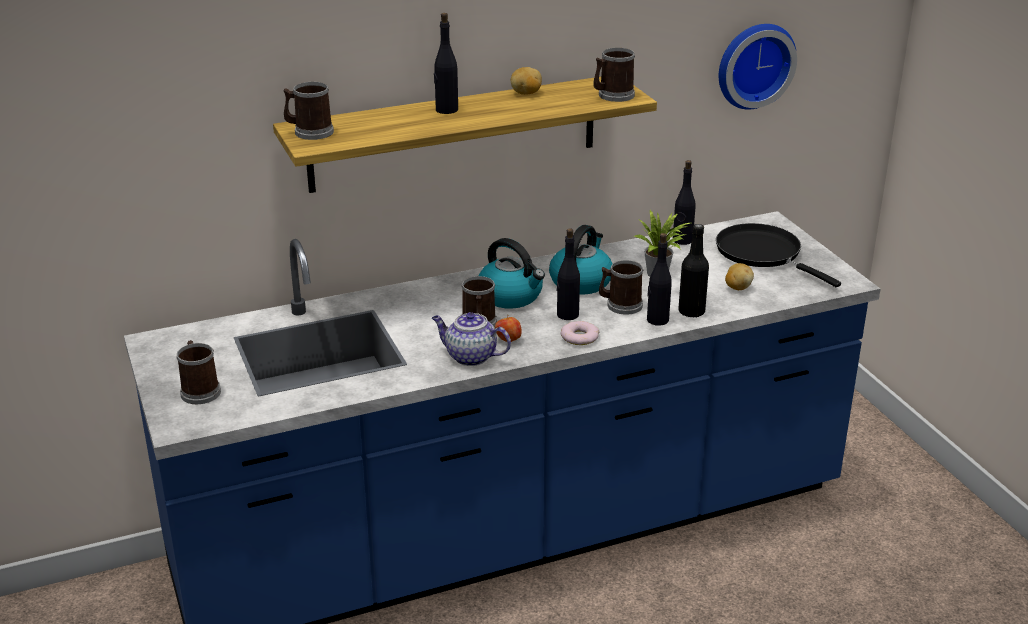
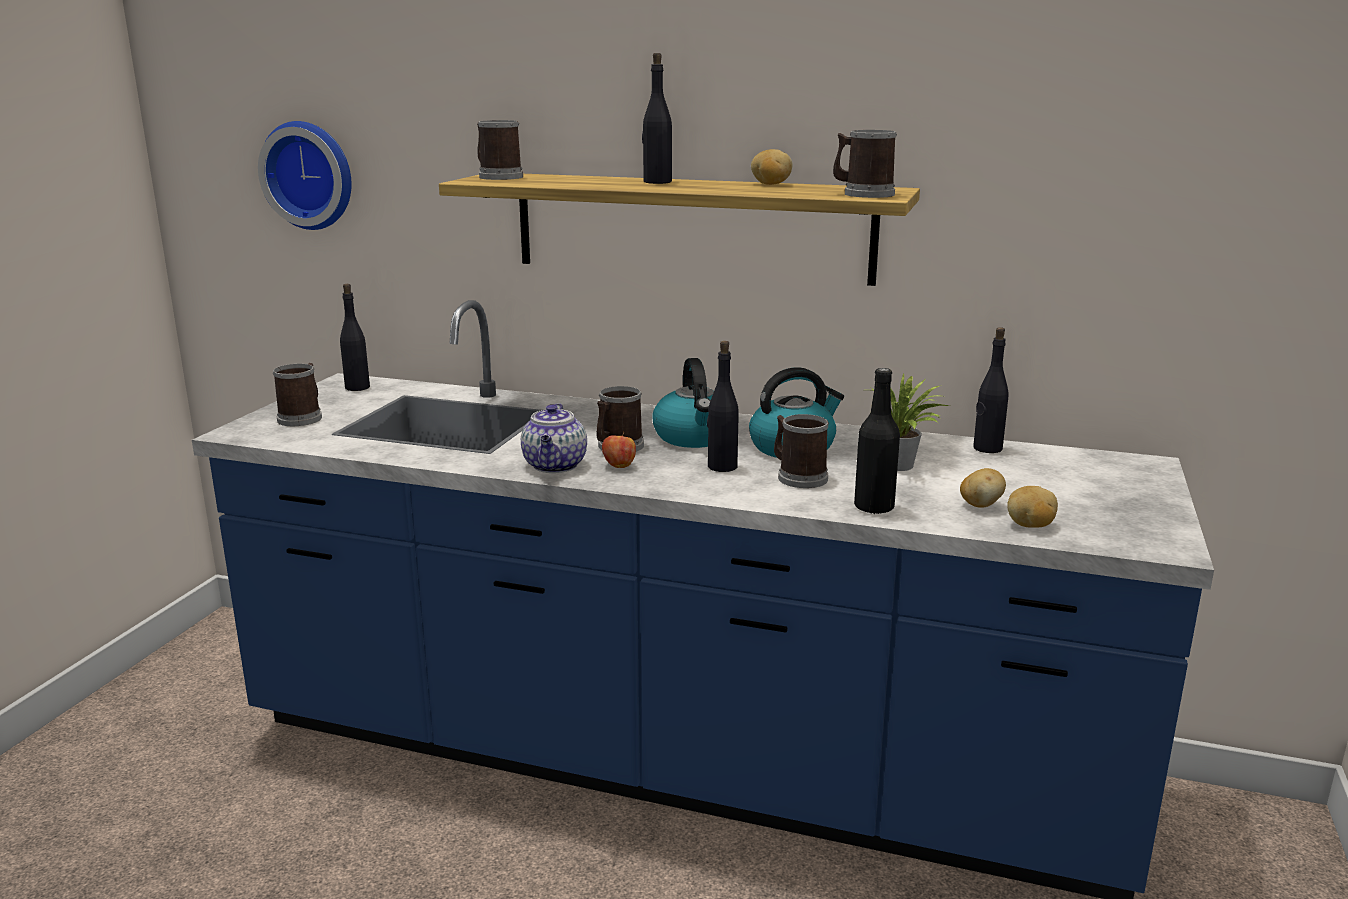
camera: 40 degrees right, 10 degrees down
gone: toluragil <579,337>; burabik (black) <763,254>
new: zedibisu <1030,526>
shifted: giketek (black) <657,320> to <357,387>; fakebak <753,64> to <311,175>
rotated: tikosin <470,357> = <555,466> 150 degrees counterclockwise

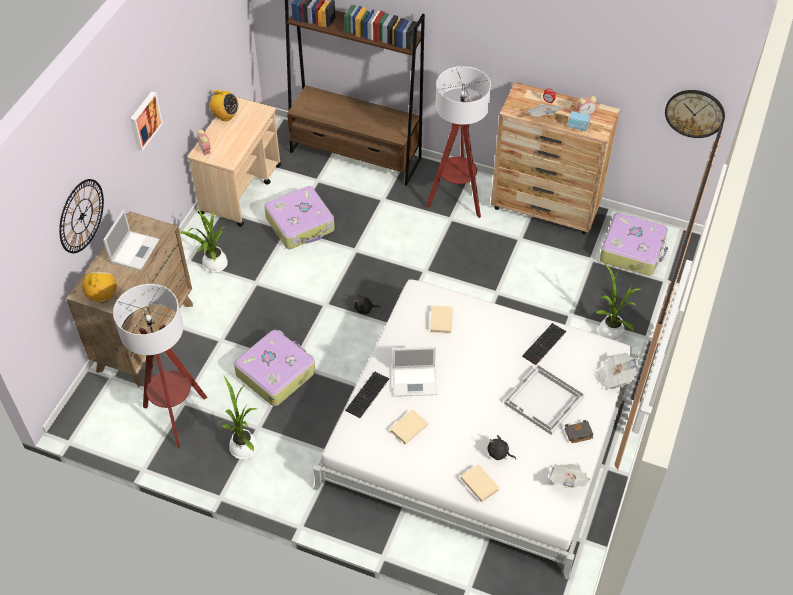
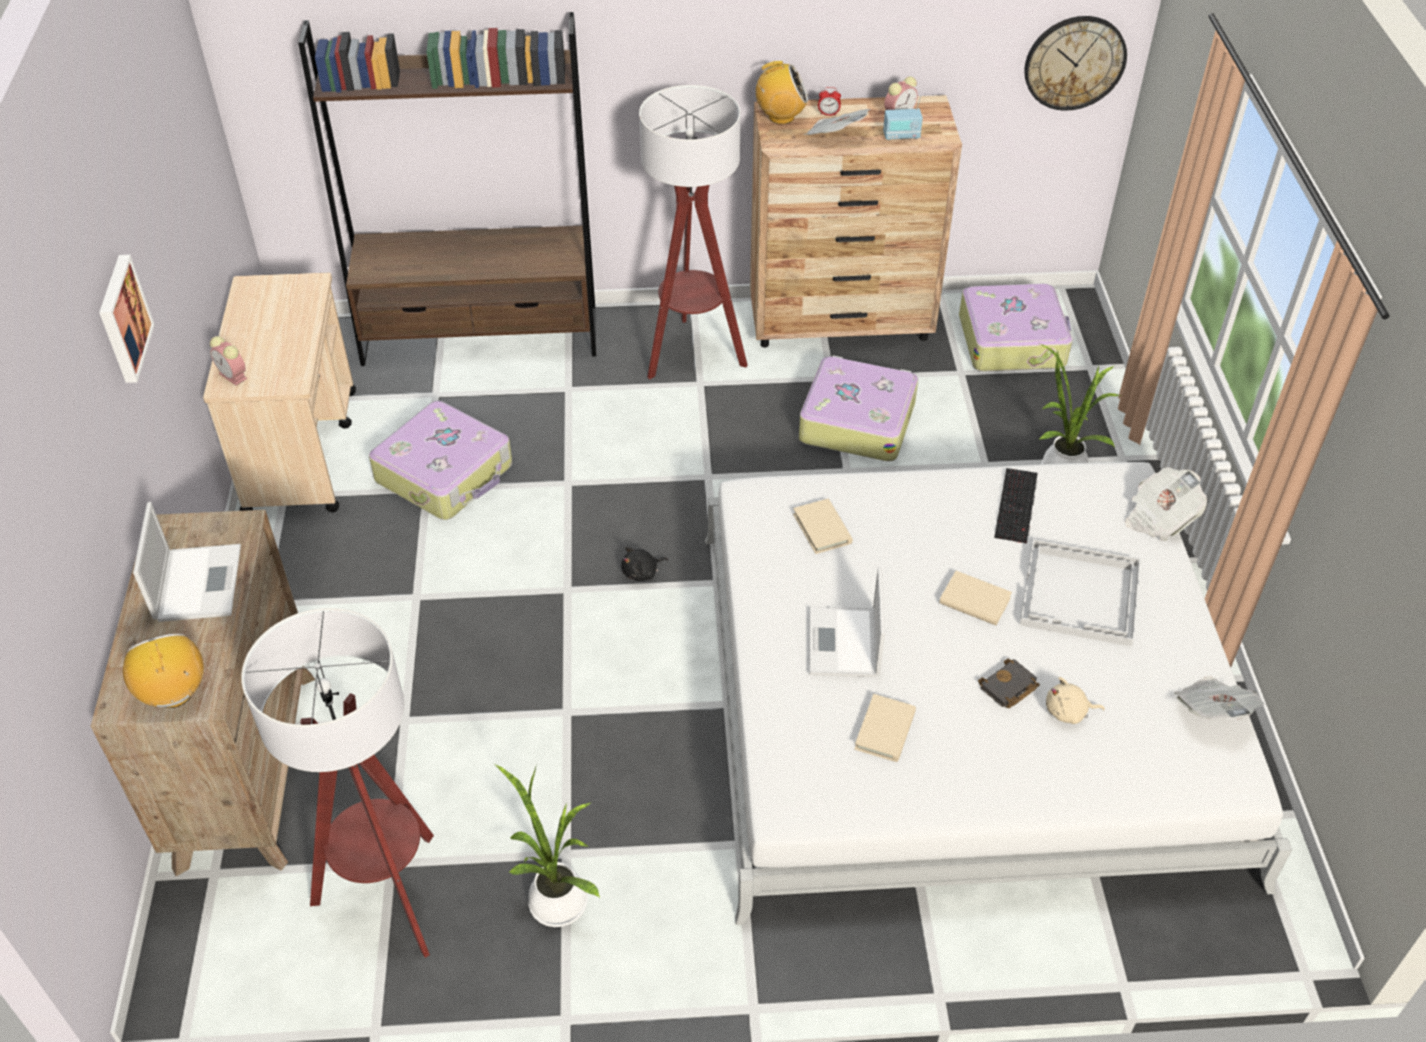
camera: 25 degrees left, 5 degrees down
gone: fakebak <81,216>; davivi <213,265>; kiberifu <367,395>
shifted: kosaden <225,116> to <781,117>; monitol <276,373> to <856,421>; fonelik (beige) <479,484> to <974,601>; fonelik (black) <578,434> to <1008,688>
repainted: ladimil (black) <499,453> to ladimil (beige) <1068,712>
rotated: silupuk <415,381> = <844,644> 120 degrees clockwise

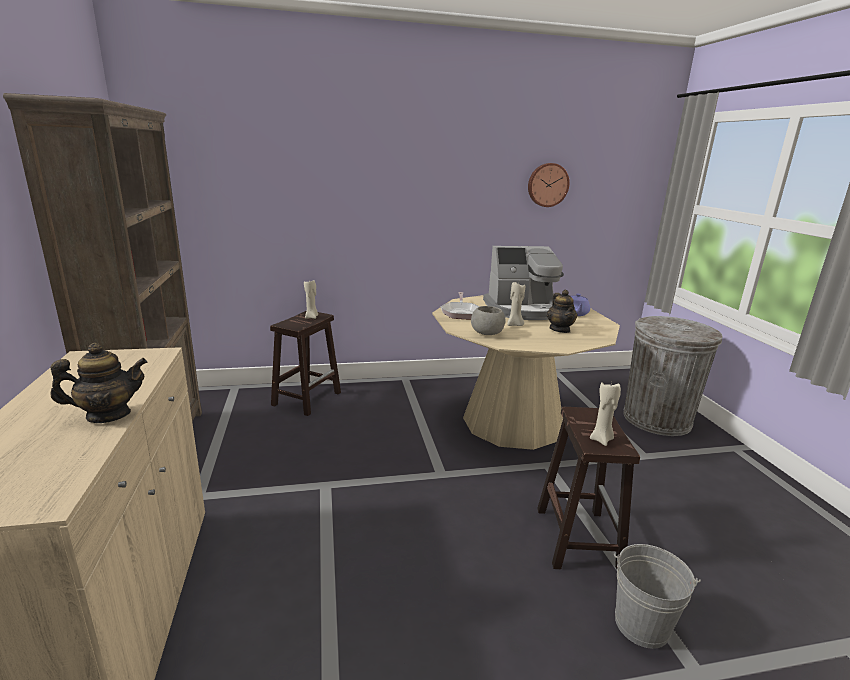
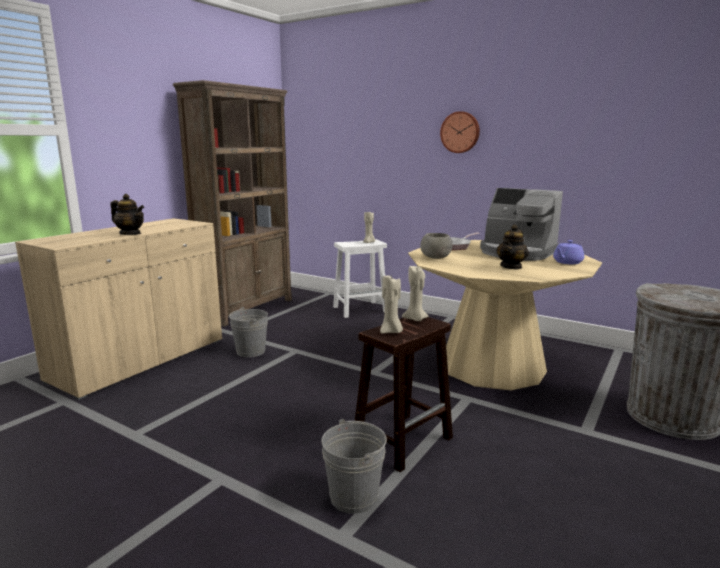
camera: 45 degrees right, 5 degrees down
new: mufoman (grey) <250,351>
shifted: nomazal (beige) <514,325> to <415,319>; fakebak <547,185> to <460,132>
repainted: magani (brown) <307,398> to magani (white) <361,309>

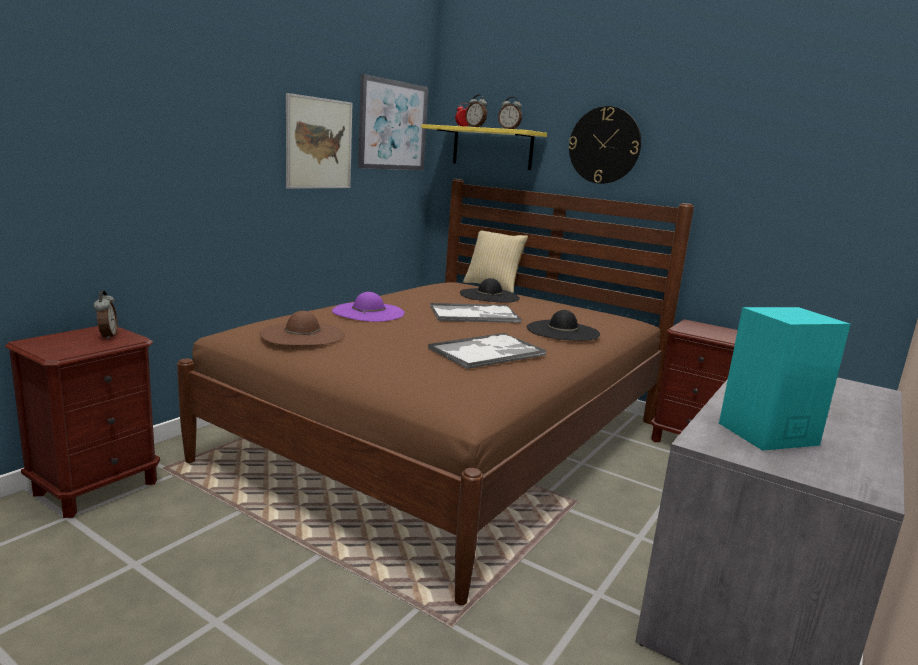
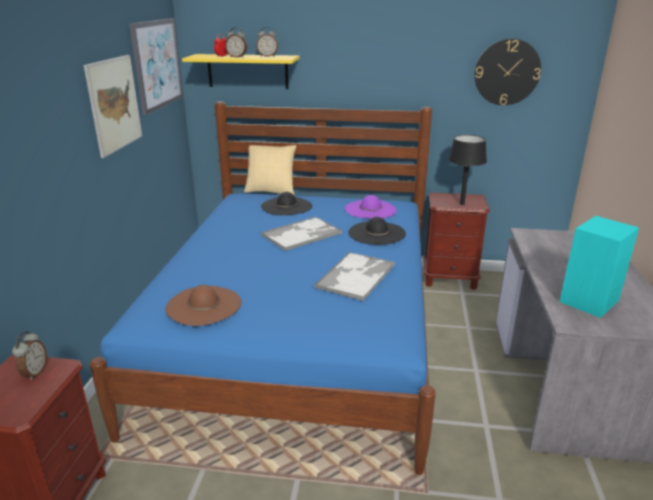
camera: 25 degrees left, 10 degrees up
new: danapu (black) <462,204>
shifted: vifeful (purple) <368,312> to <370,209>; fakebak <604,145> to <507,72>
repainted: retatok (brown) <449,439> to retatok (blue) <299,335>
rotated: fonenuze <107,336> = <34,372> 45 degrees clockwise

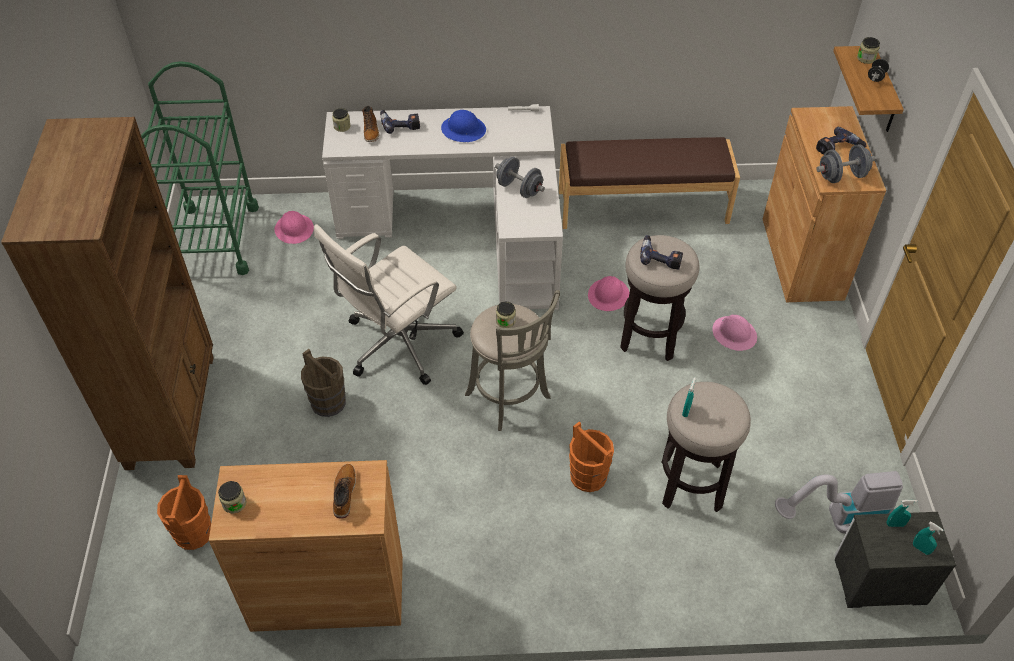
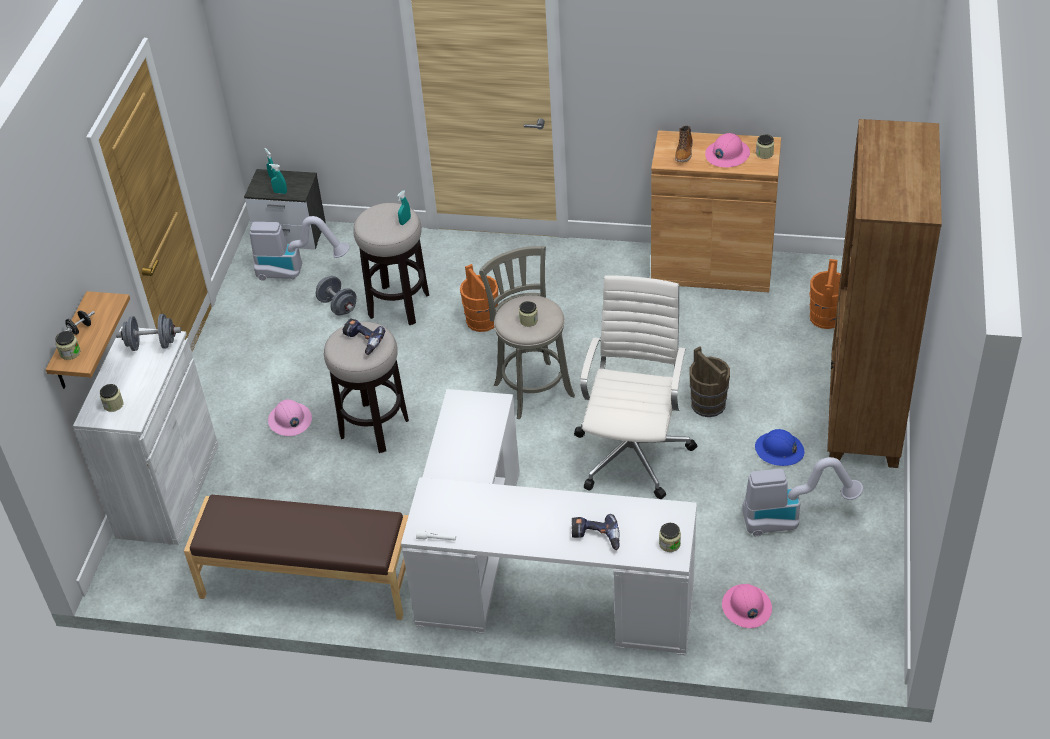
camera: 165 degrees left, 5 degrees down
gone: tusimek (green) <215,240>; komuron <371,131>; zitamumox <838,149>
new: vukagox <113,405>; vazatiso <790,518>
shifted: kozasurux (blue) <463,130> to <779,450>; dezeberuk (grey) <519,189> to <338,306>; kozasurux (pink) <608,295> to <727,154>
repainted: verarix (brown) <802,258> to verarix (white) <168,490>
rotated: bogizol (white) <398,344> = <633,451> 45 degrees counterclockwise

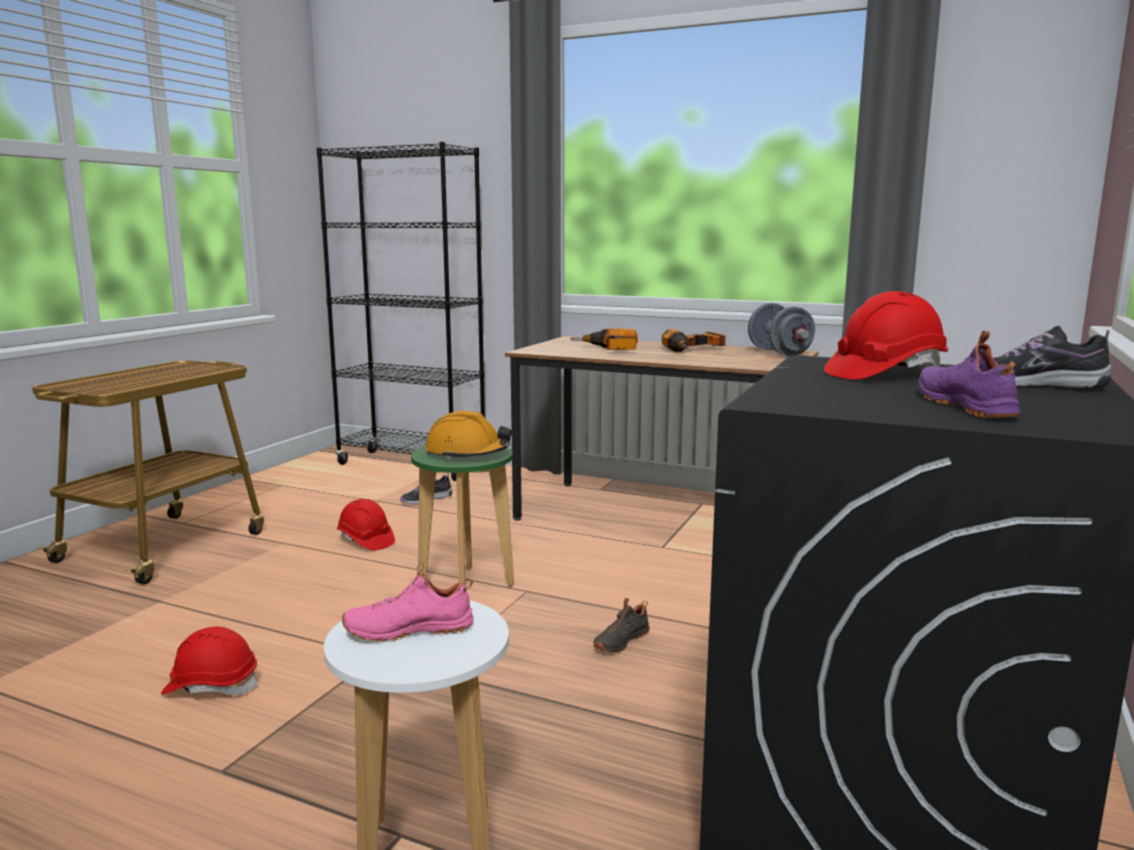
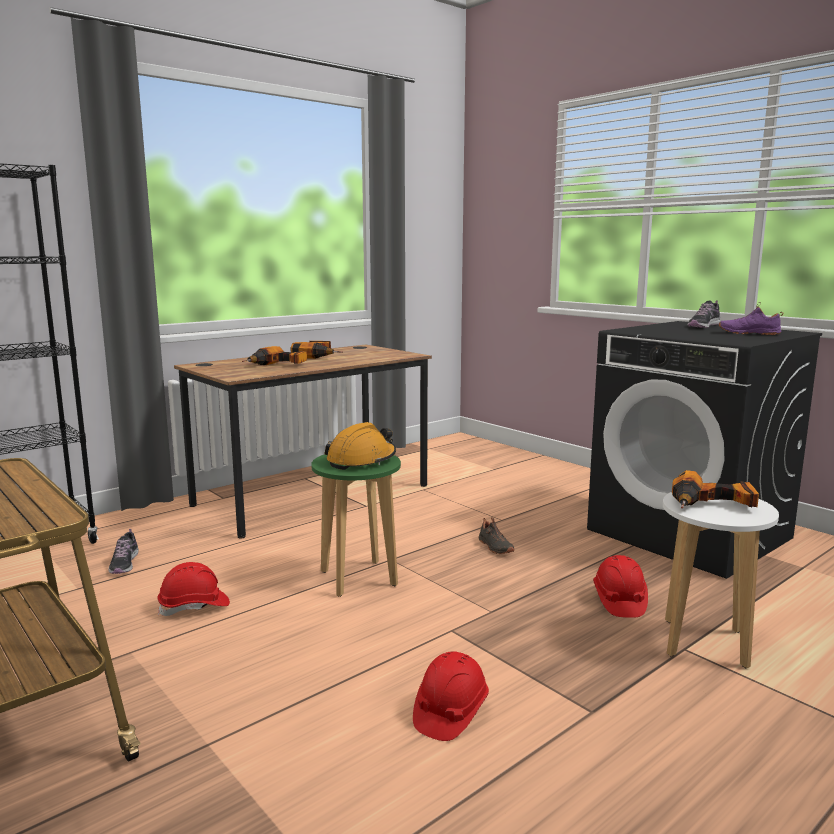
camera: 65 degrees left, 0 degrees up
gone: dezeberuk (grey) <779,352>
shifted: kozasurux (red) <884,374> to <619,601>
swapped: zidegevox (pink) <409,629> to zitamumox <712,506>

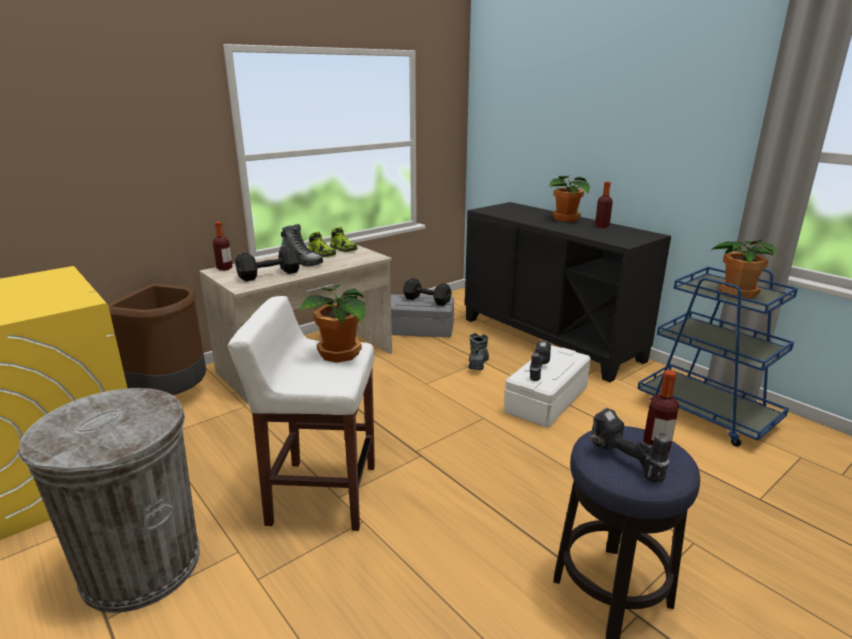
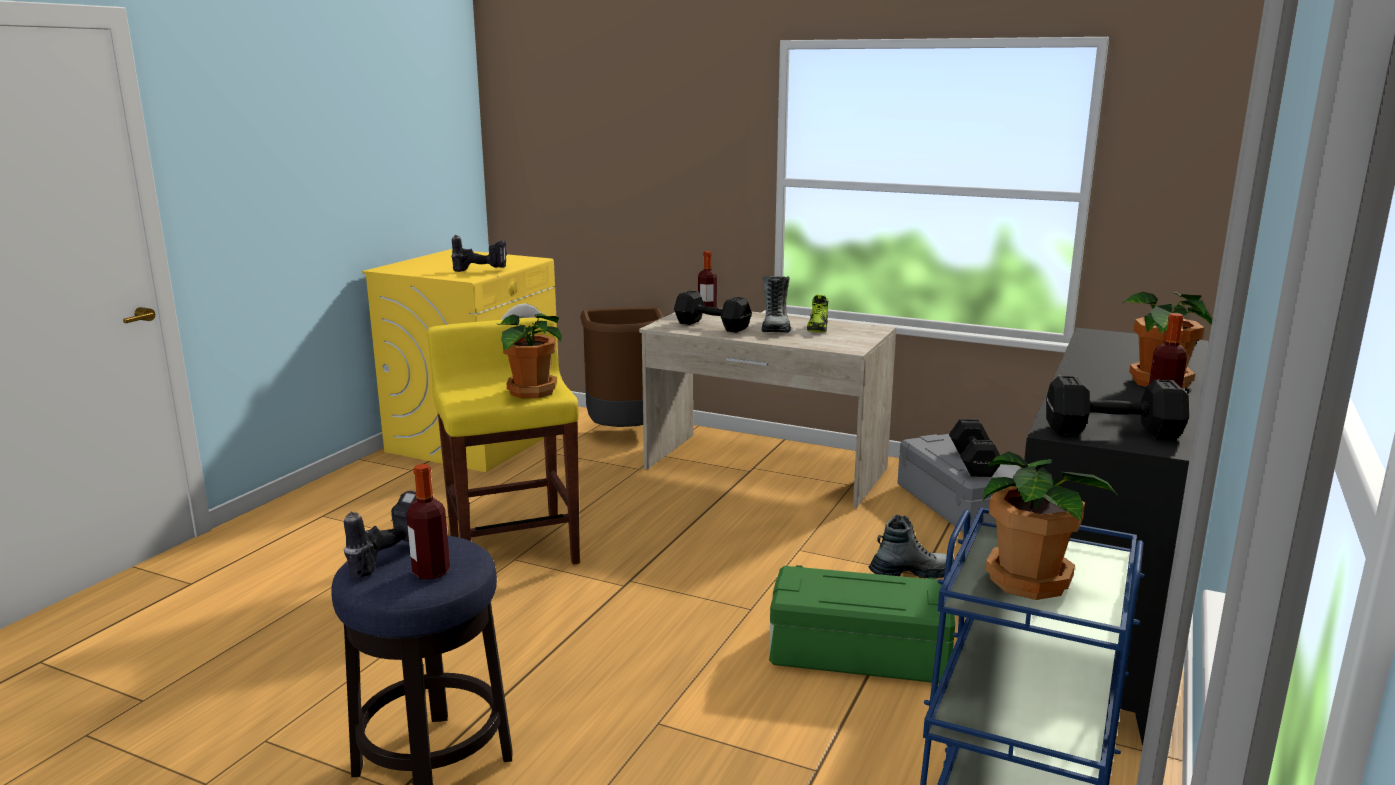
camera: 65 degrees right, 5 degrees down
gone: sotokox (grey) <141,565>; zidegevox <343,249>
new: dezeberuk (black) <1109,431>
shifted: zitamumox <537,370> to <482,270>
repainted: magani (white) <321,494> to magani (yellow) <513,549>; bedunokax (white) <547,400> to bedunokax (green) <858,653>

